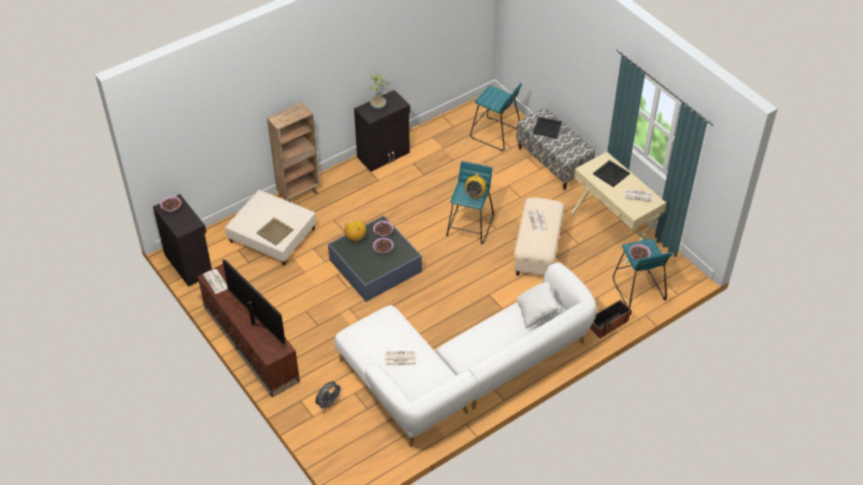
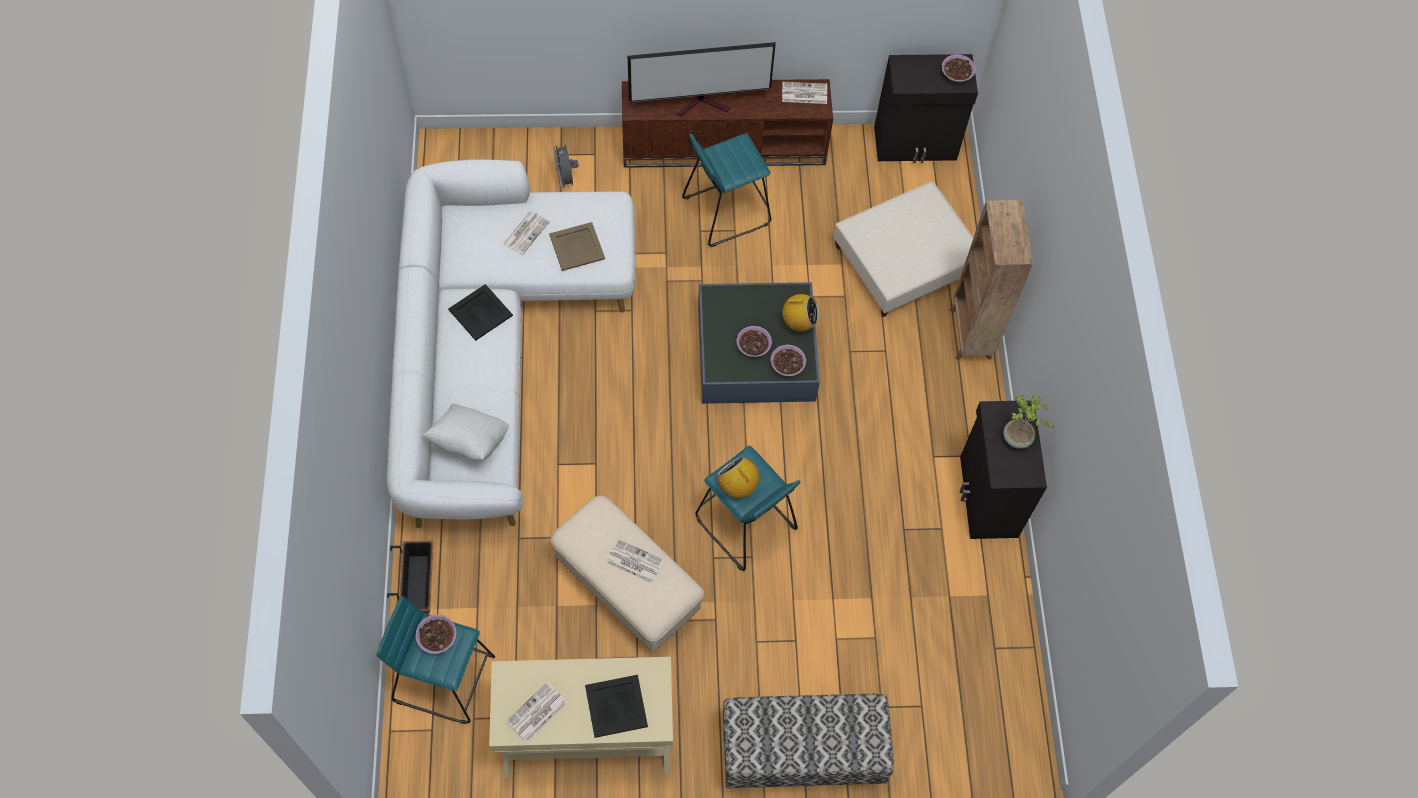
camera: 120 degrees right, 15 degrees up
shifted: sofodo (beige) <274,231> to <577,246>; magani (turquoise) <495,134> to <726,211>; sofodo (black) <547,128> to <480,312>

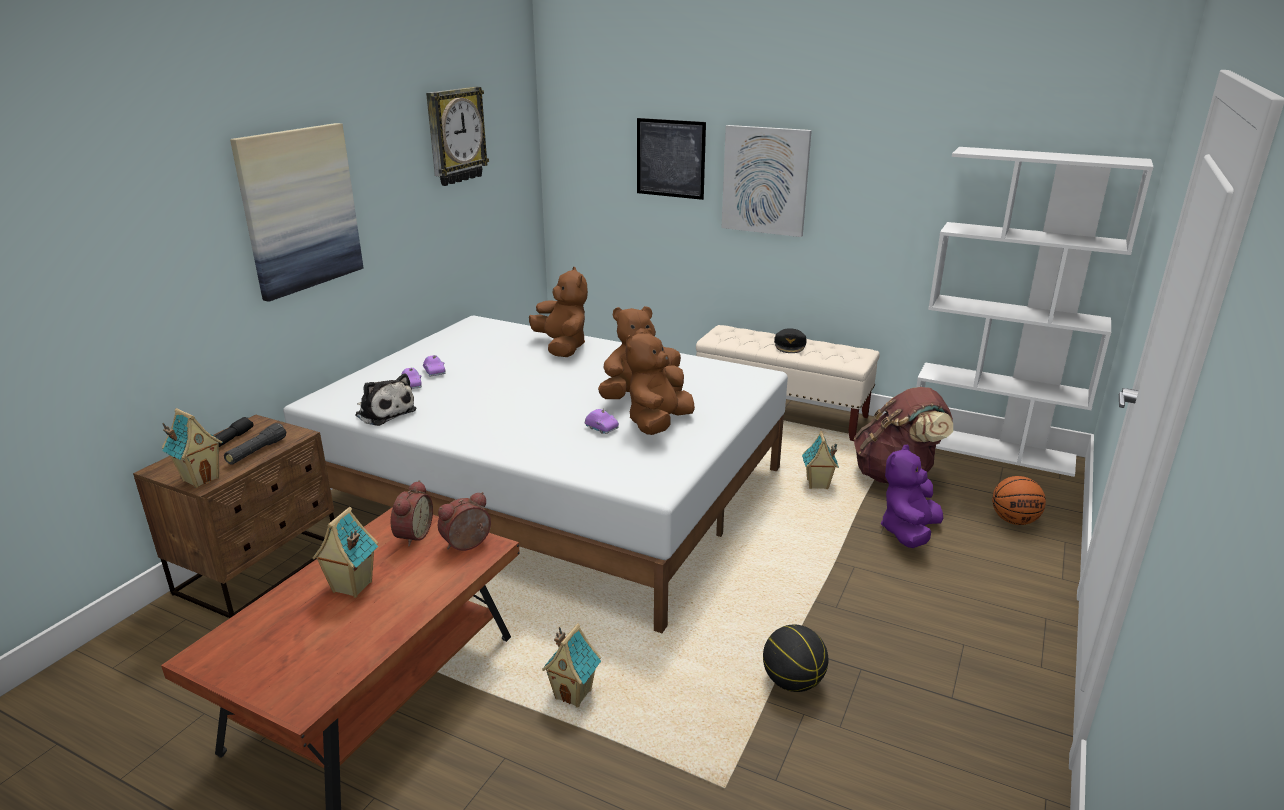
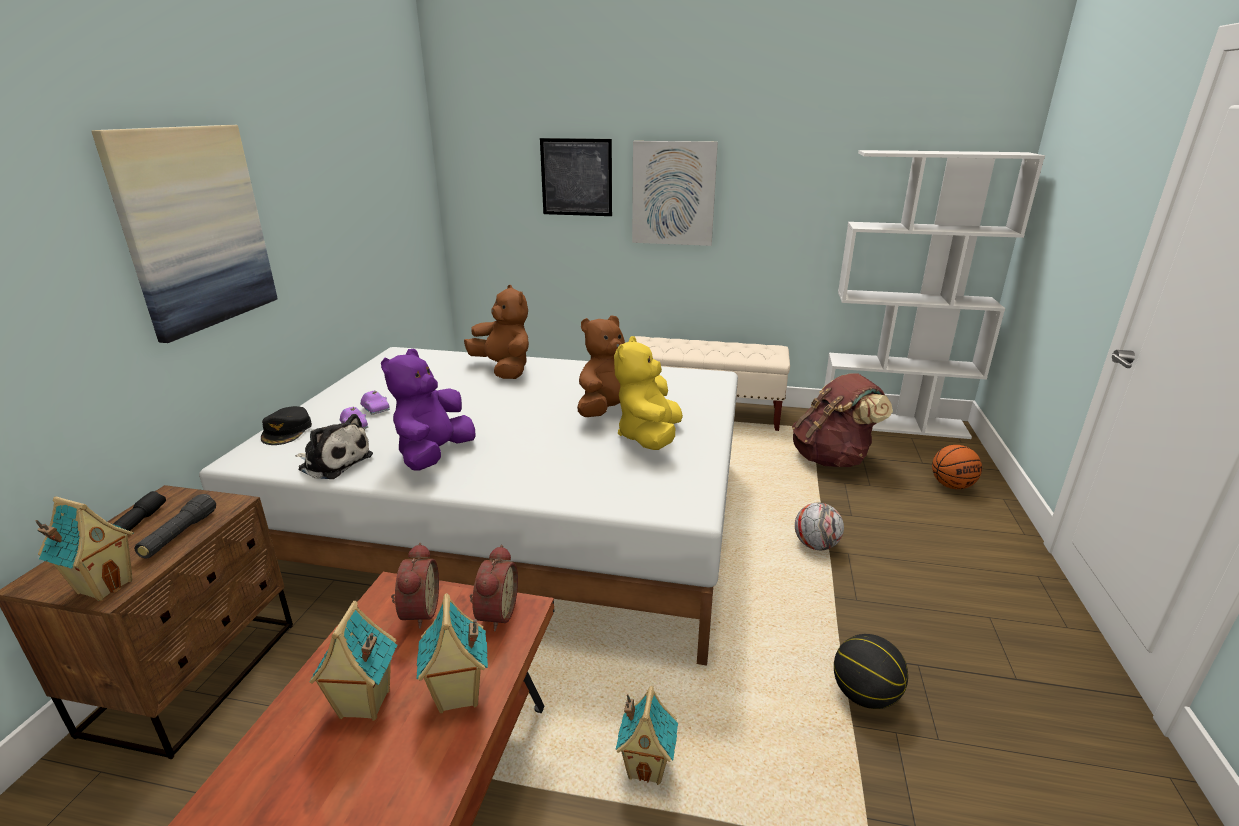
camera: 15 degrees left, 0 degrees up
gone: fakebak <455,136>; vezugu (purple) <602,428>
new: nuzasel <816,545>
shifted: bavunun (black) <790,345> to <287,431>; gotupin <817,485> to <457,696>; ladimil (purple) <908,532> to <434,455>
repainted: ladimil (brown) <658,424> to ladimil (yellow) <649,437>
rotated: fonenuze <468,545> = <494,613> 150 degrees clockwise

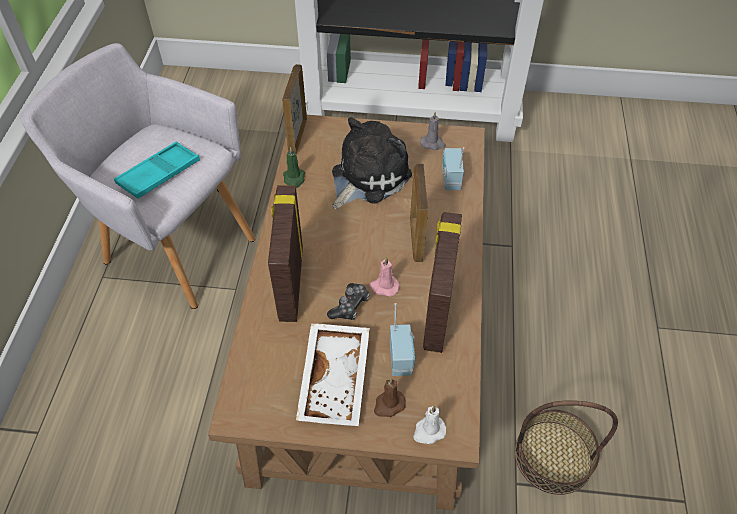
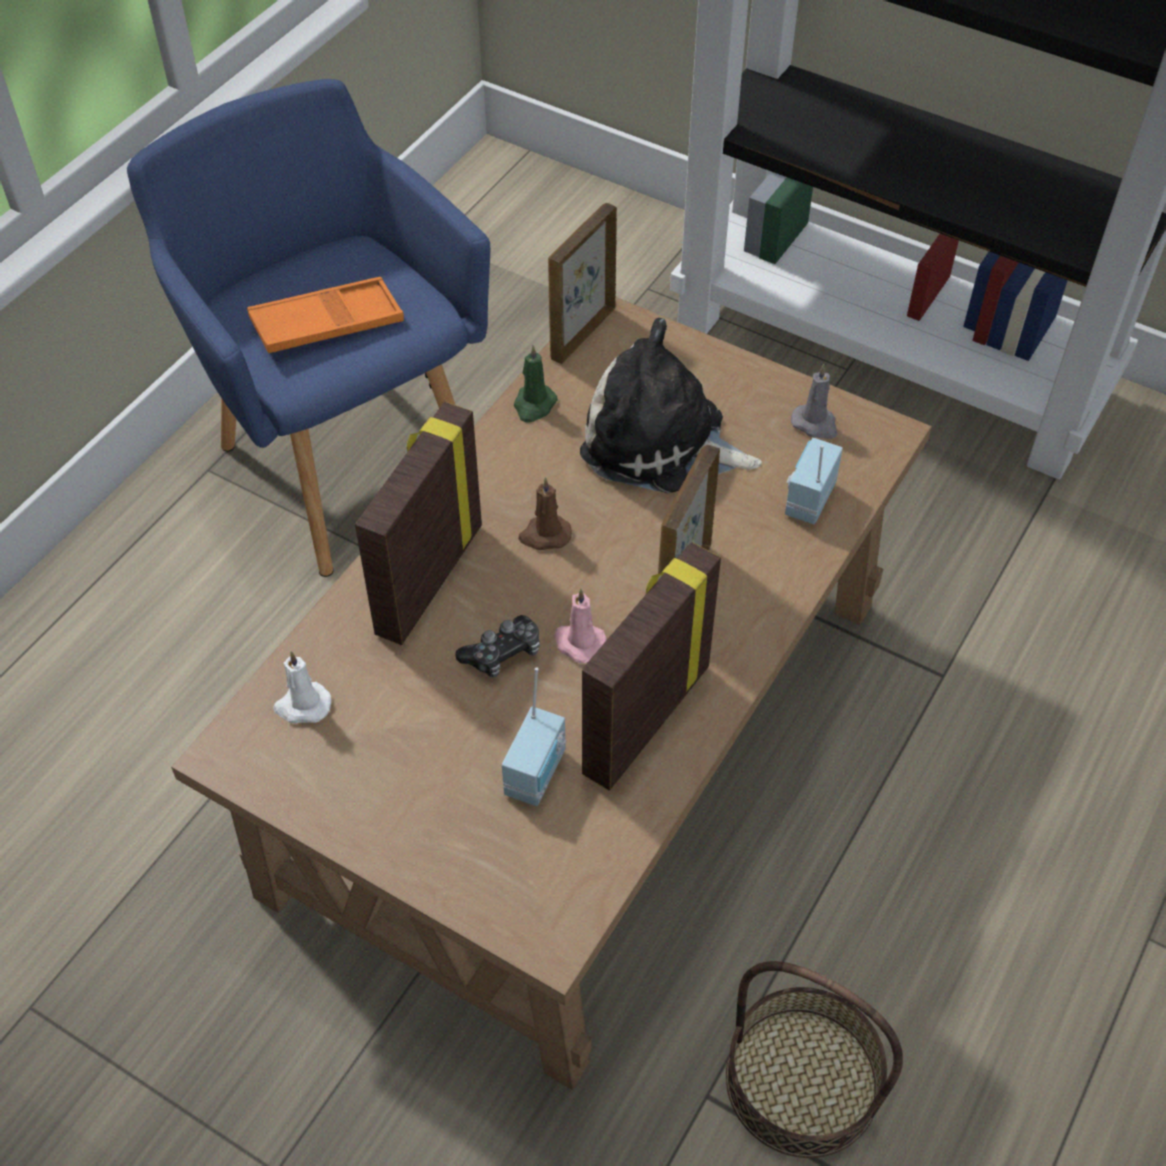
camera: 25 degrees right, 0 degrees up
gone: sofodo (white) <336,380>
shifted: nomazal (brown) <388,405> to <544,535>; nomazal (white) <428,431> to <302,706>
repainted: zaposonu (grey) <174,246> to zaposonu (blue) <344,458>; sofodo (turquoise) <159,174> to sofodo (orange) <327,324>
rotated: ladimil <367,177> = <661,443> 135 degrees counterclockwise

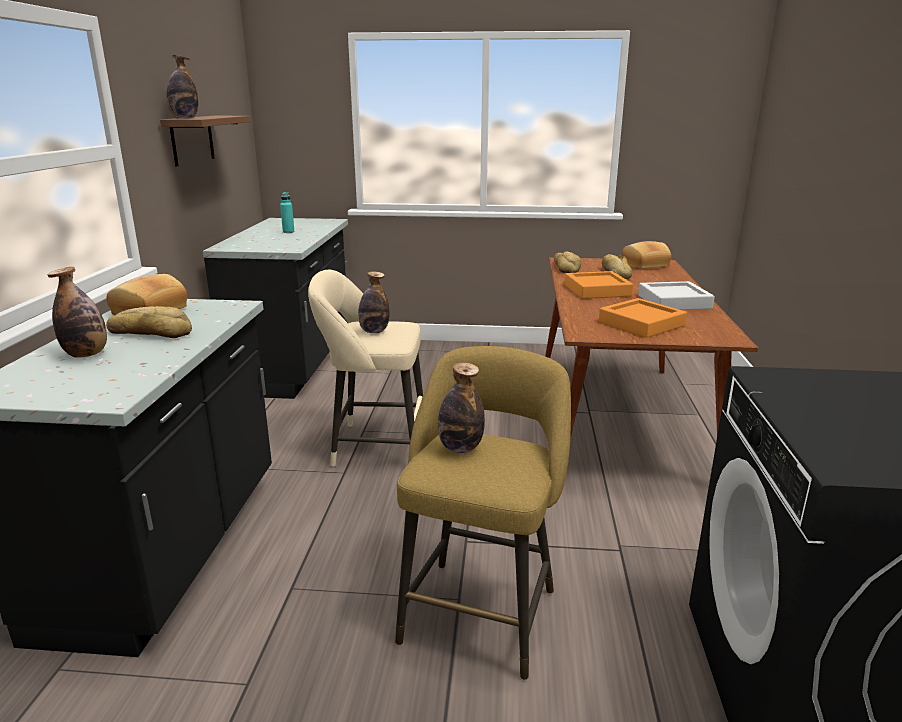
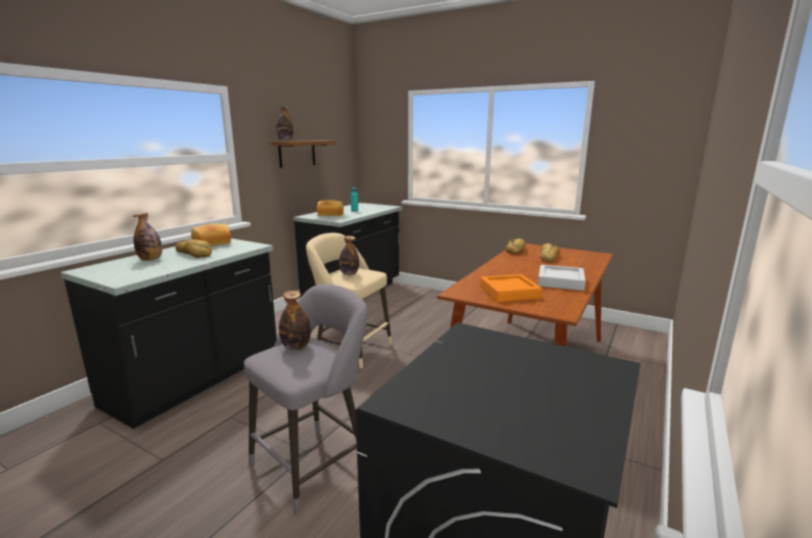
camera: 25 degrees right, 5 degrees down
gone: sofodo (orange) <597,290>
shifted: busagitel <644,265> to <330,215>
repainted: magani (yellow) <481,609> to magani (grey) <314,463>

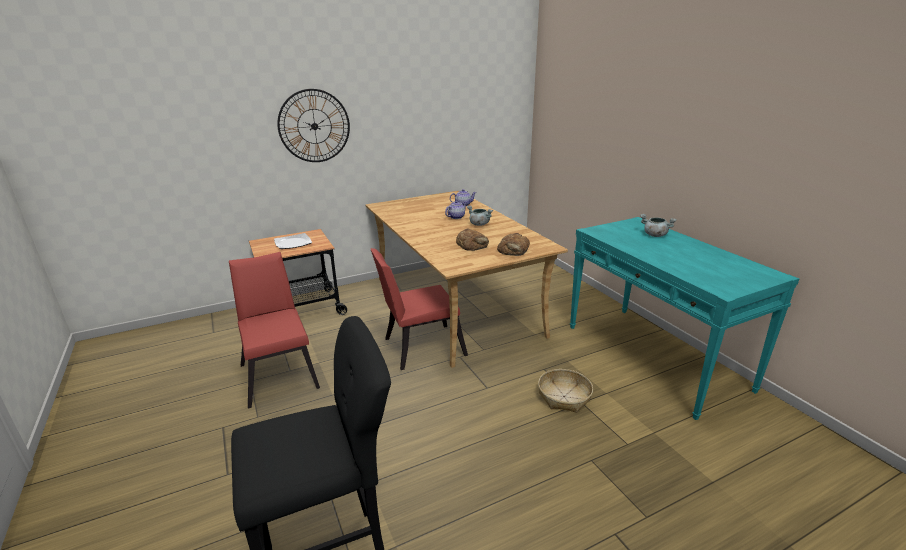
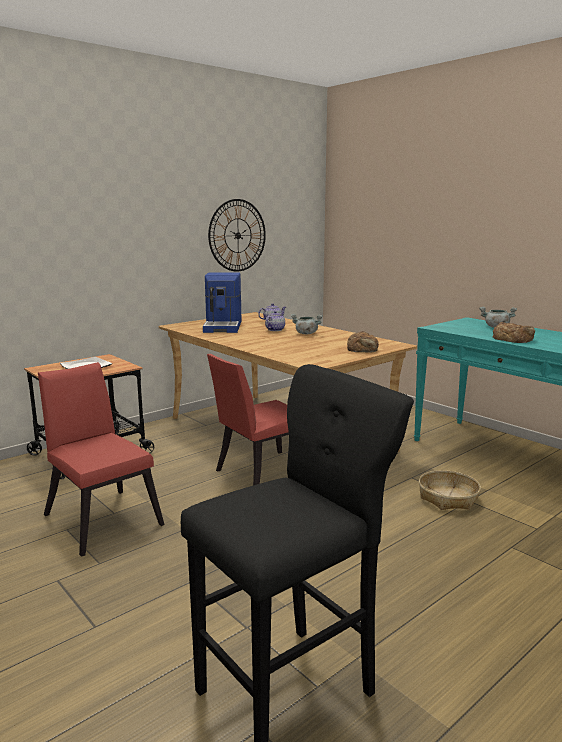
camera: 15 degrees left, 10 degrees down
new: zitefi <224,326>
shifted: fakebak <314,126> to <237,235>; busagitel <472,244> to <512,338>

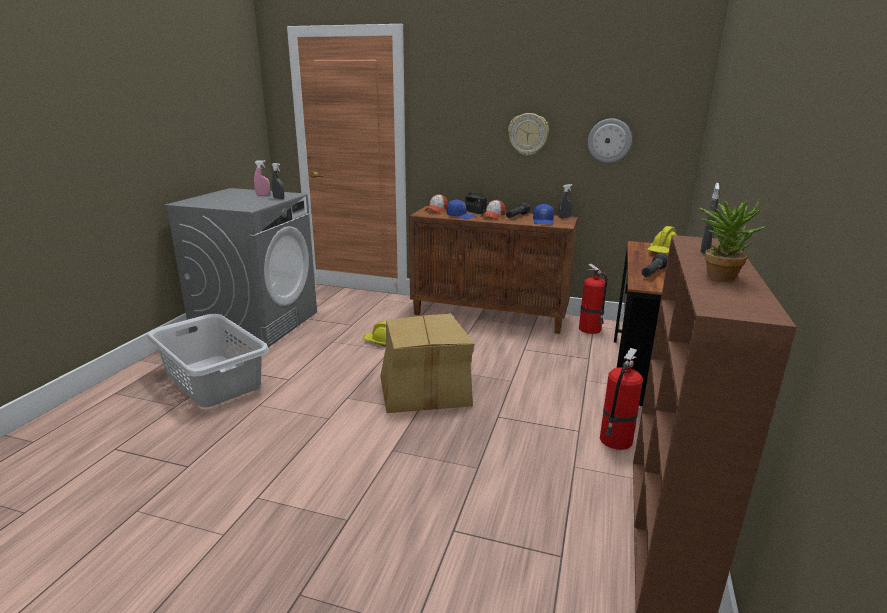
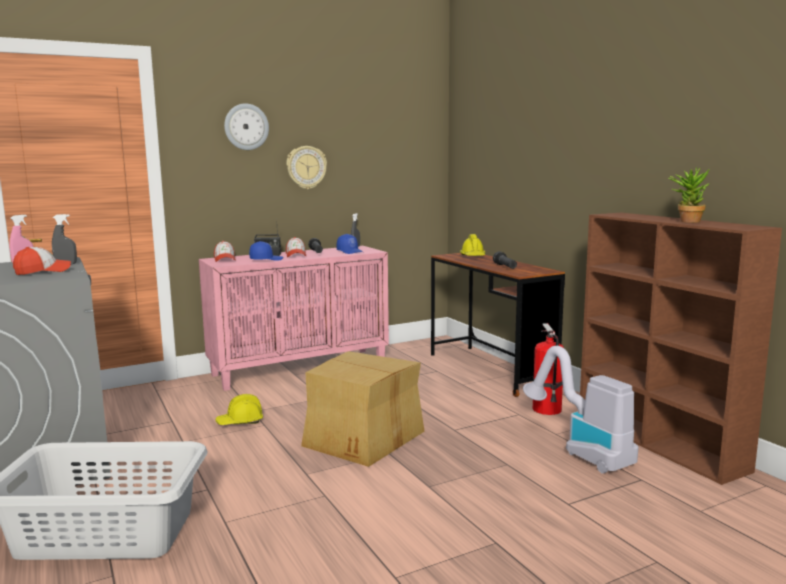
camera: 45 degrees left, 10 degrees down
gone: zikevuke <590,329>; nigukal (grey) <704,250>
new: bavunun <43,271>; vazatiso <580,450>
shifted: fakebak <609,140> to <246,127>
repainted: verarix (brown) <490,315> to verarix (pink) <300,368>

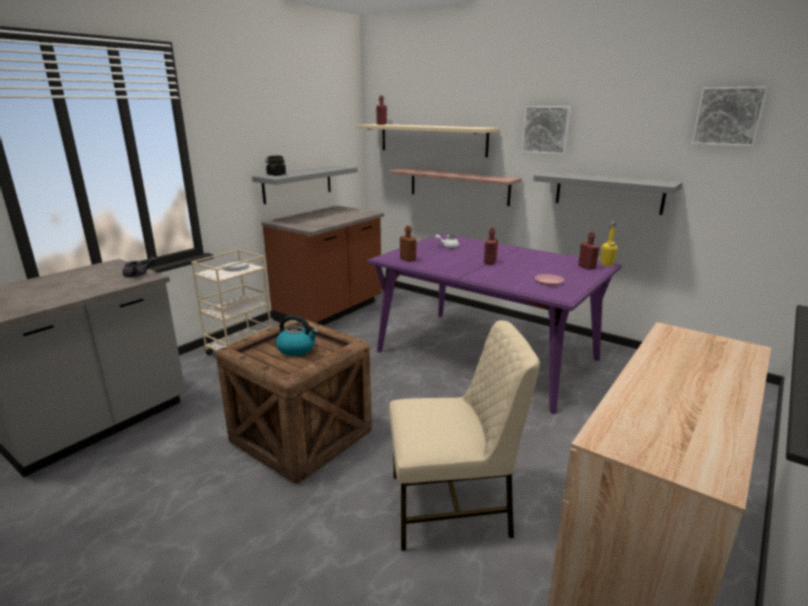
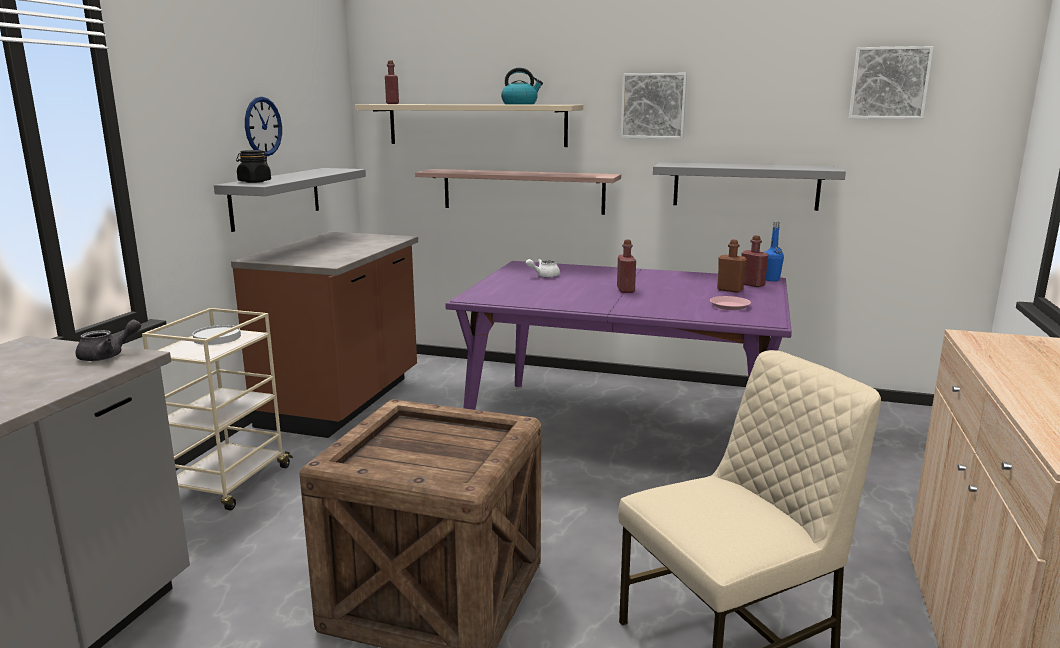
camera: 20 degrees left, 5 degrees down
new: fakebak <263,126>
shifted: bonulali <297,349> to <520,104>; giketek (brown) <408,259> to <730,290>
repainted: giketek (yellow) <606,264> to giketek (blue) <771,279>

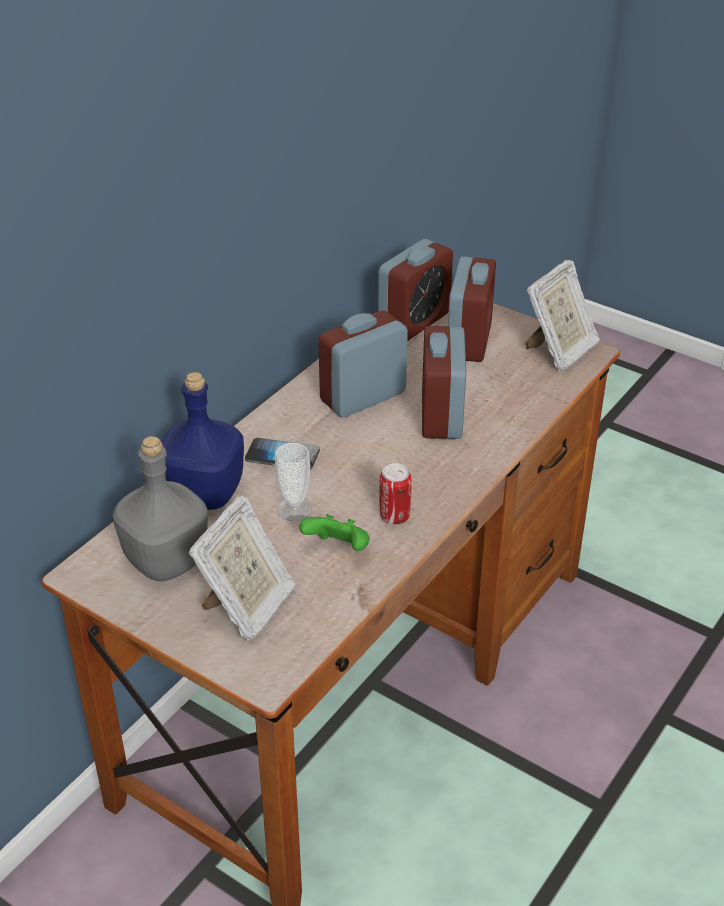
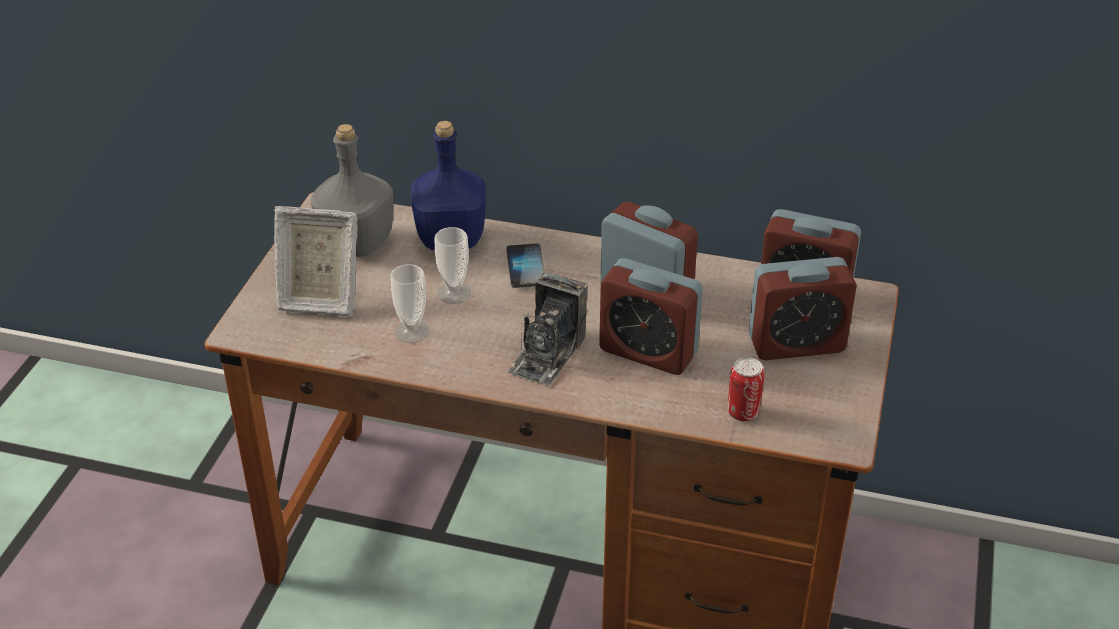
camera: 70 degrees right, 0 degrees up
gone: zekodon <559,351>
new: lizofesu <547,354>
shifted: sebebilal <394,516> to <743,413>
swapped: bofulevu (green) <338,549> to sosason <412,331>
rotated: fonenuze <441,415> = <648,351> 135 degrees counterclockwise

